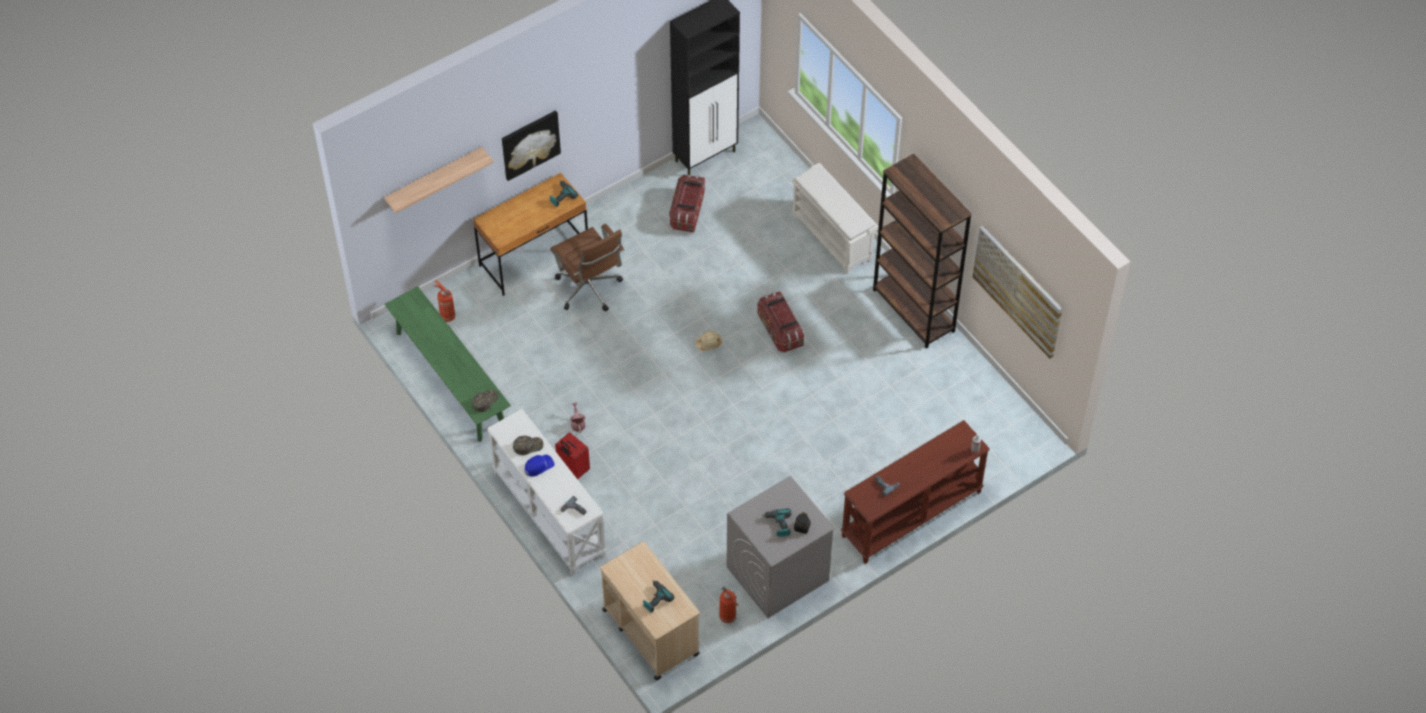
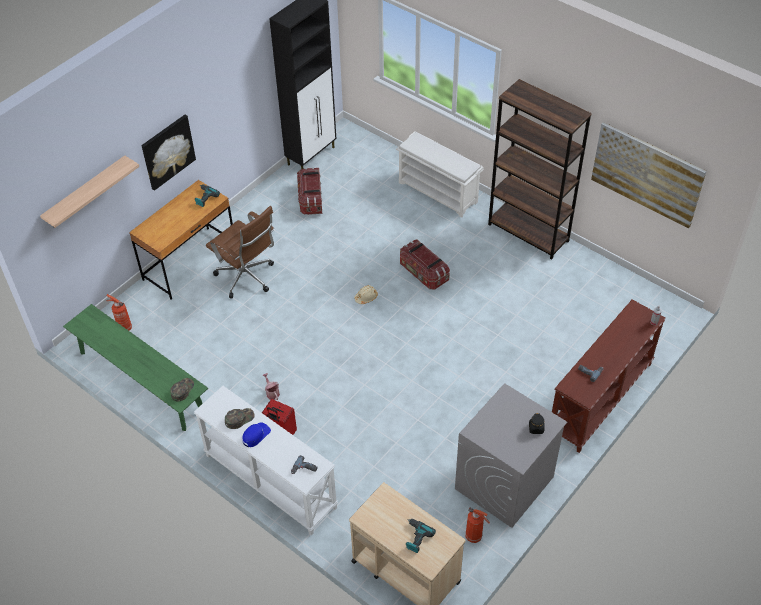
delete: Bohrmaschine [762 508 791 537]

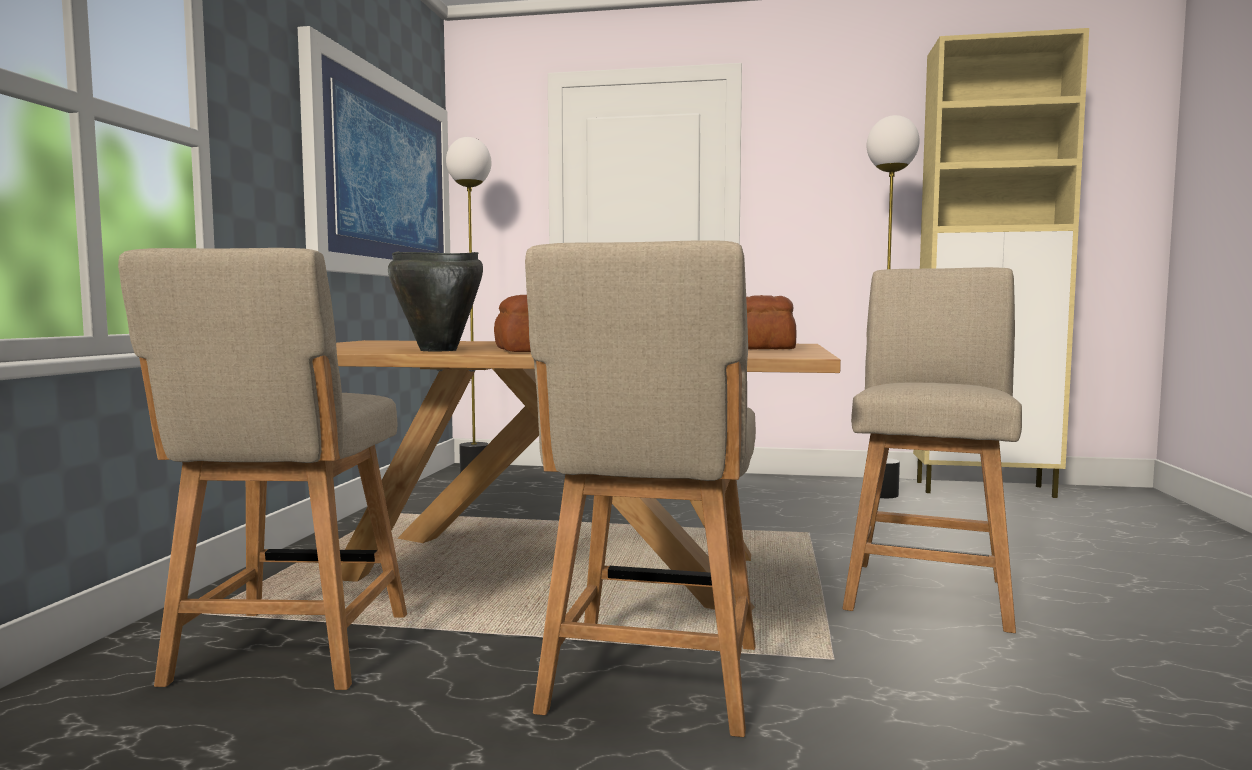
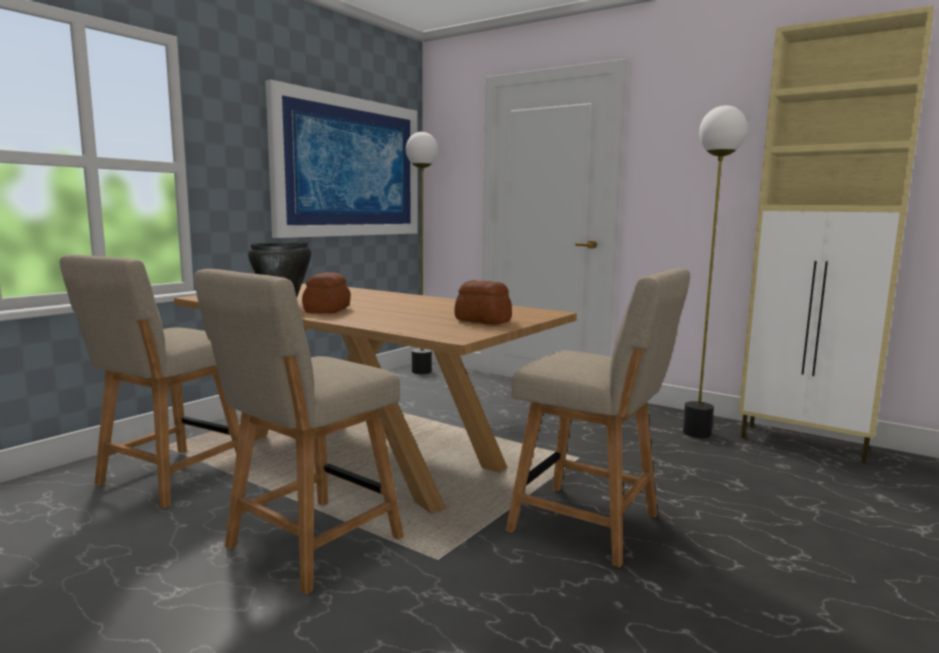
rotate: Stuhl [beige] [843 267 1022 633] = [506 268 690 567] 75 degrees clockwise

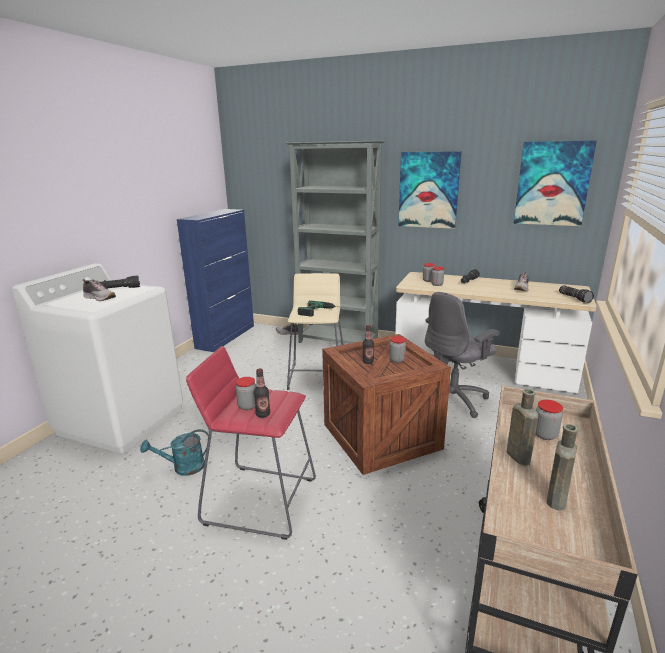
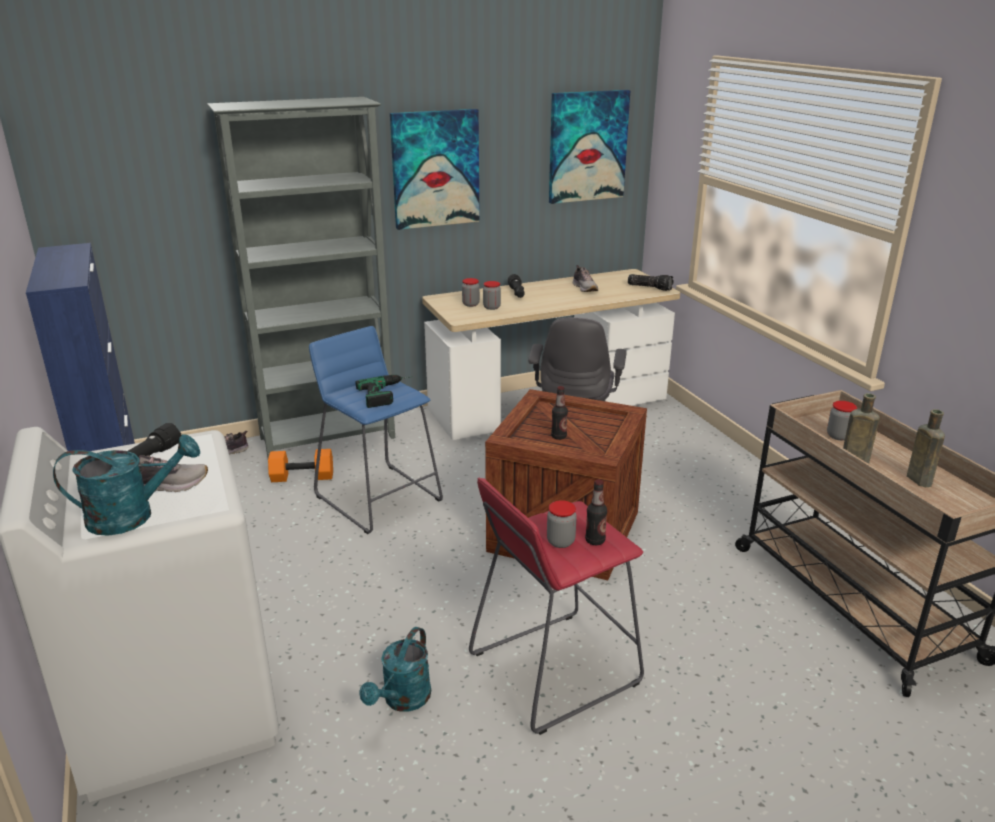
delete: Vorratsglas [389 336 406 363]
insert: Gießkanne [türkis] [53 434 200 536]; Hantel [orange] [268 449 333 482]
recolor: Hocker [beige] [287 273 343 390] to Hocker [blau] [309 326 443 534]

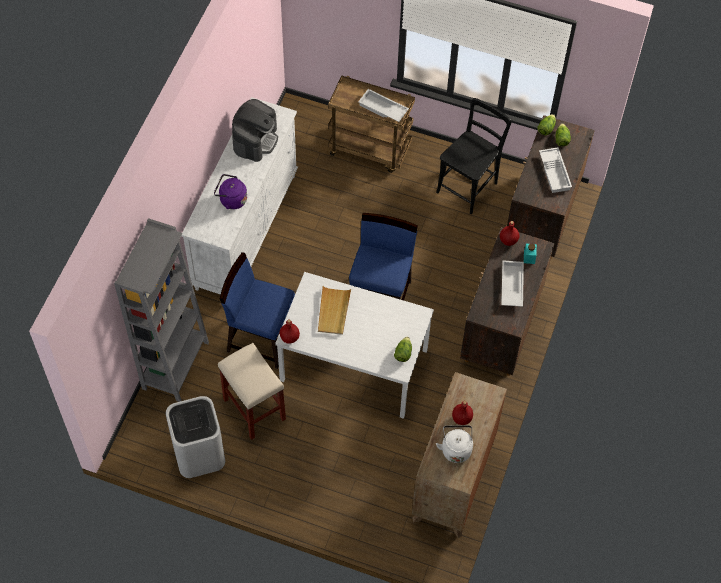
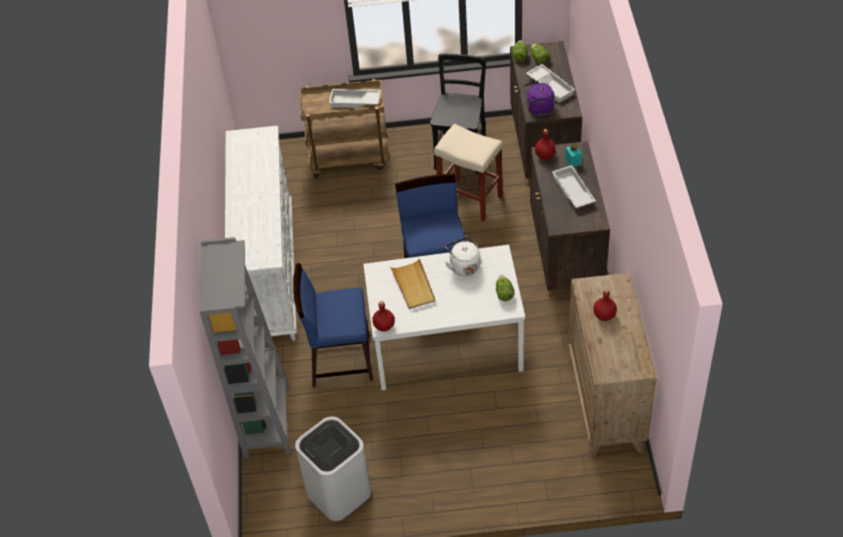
delete: Kaffeemaschine [232 99 278 162]
move: Wasserkessel [lila] [214 174 247 209] to [523 81 555 115]; Hocker [beige] [218 343 286 440] to [434 124 503 222]; Wasserkessel [weiß] [436 425 473 463] to [445 236 481 276]

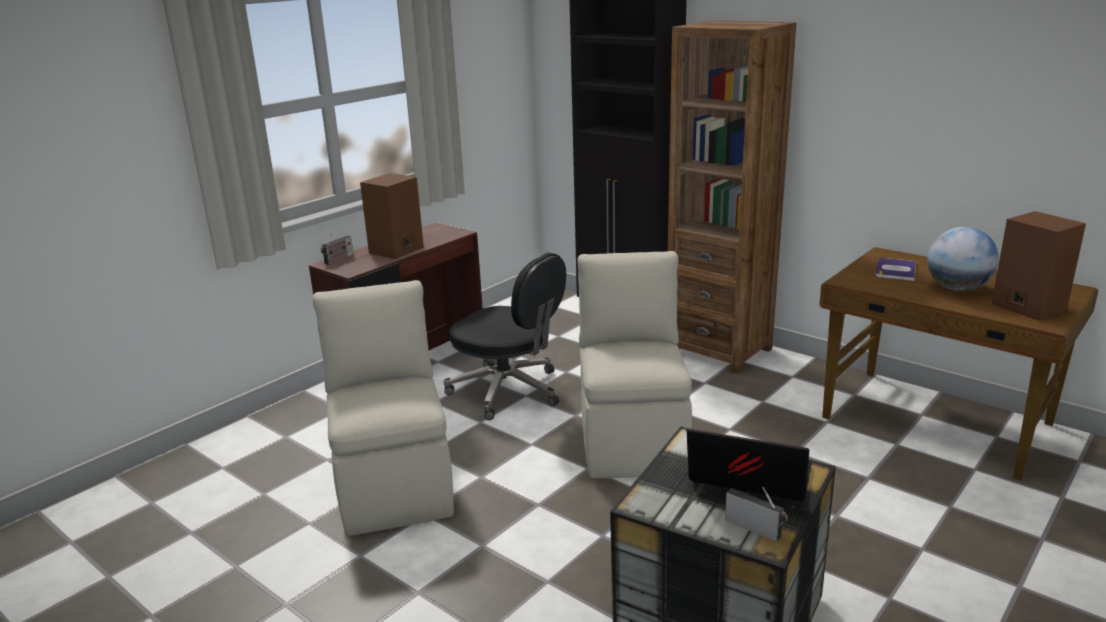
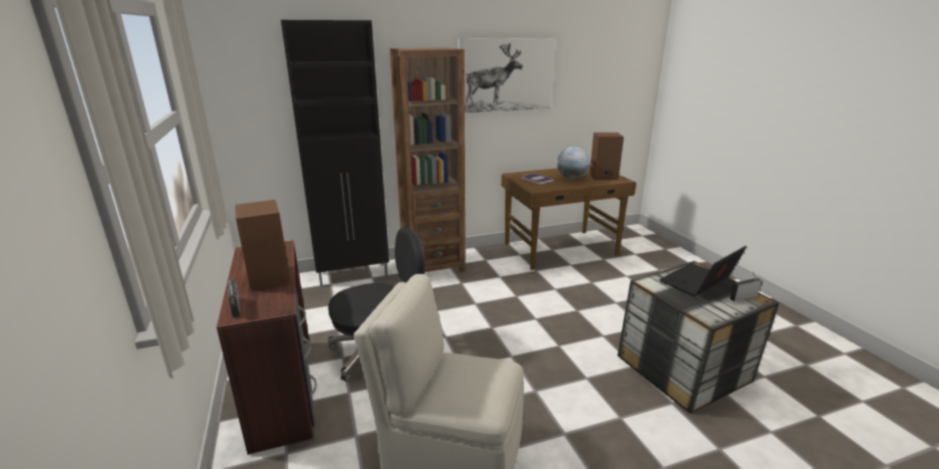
delete: Stuhl [beige] [577 251 692 478]
insert: Bild [458 38 555 113]

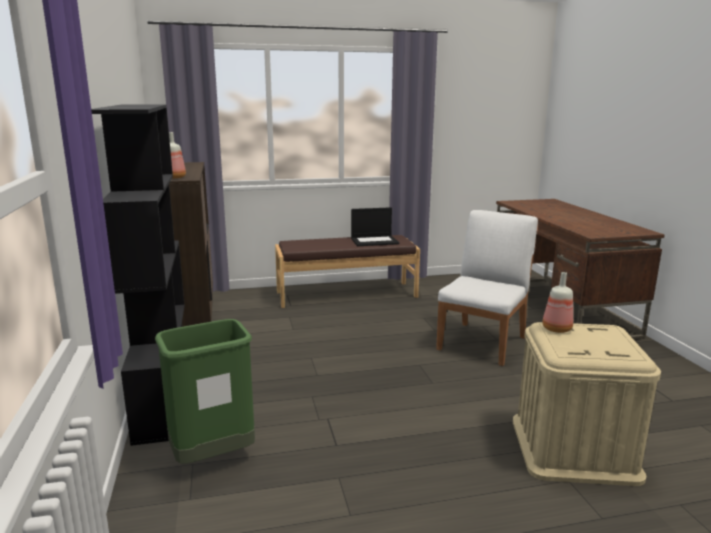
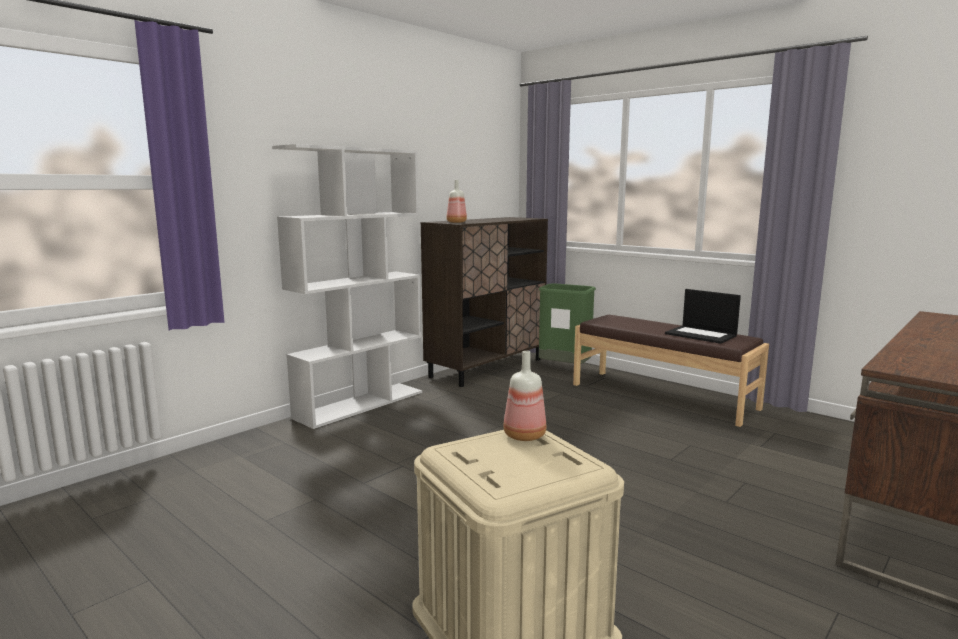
delete: Stuhl [weiß] [436 210 538 366]
move: Mülleimer [grün] [155 319 255 464] to [539 283 596 364]
recolor: Bücherregal [schwarz] [91 105 185 446] to Bücherregal [weiß] [272 144 422 429]

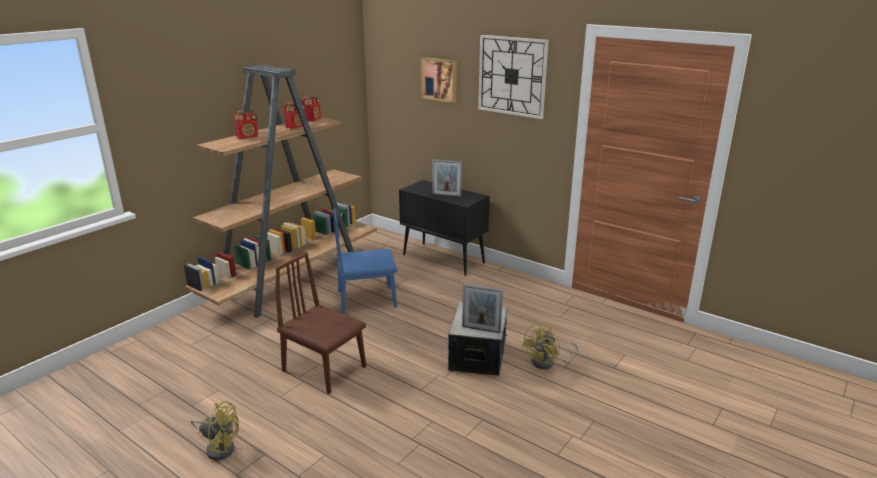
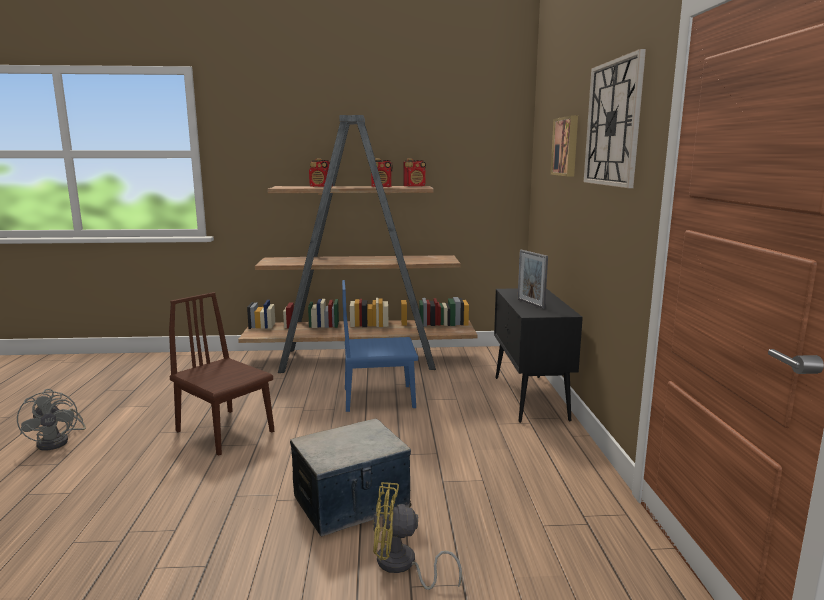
delete: Bilderrahmen [462 284 503 333]
recolor: Ventilator [gelb] [191 401 239 461] to Ventilator [grau] [17 389 86 451]
rotate: Stuhl [braun] [275 253 366 394] = [169 292 274 455] 45 degrees counterclockwise; Stuhl [blau] [333 208 397 313] = [342 280 418 412] 45 degrees counterclockwise

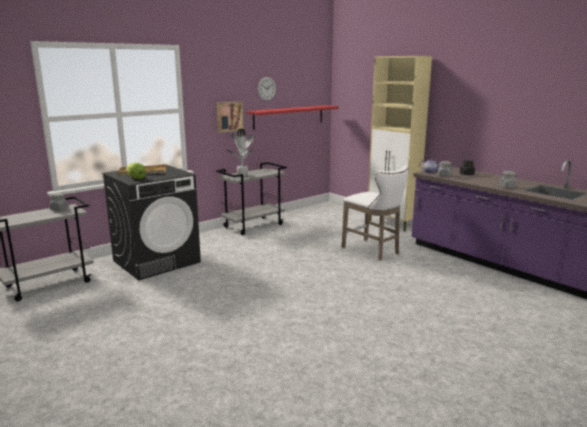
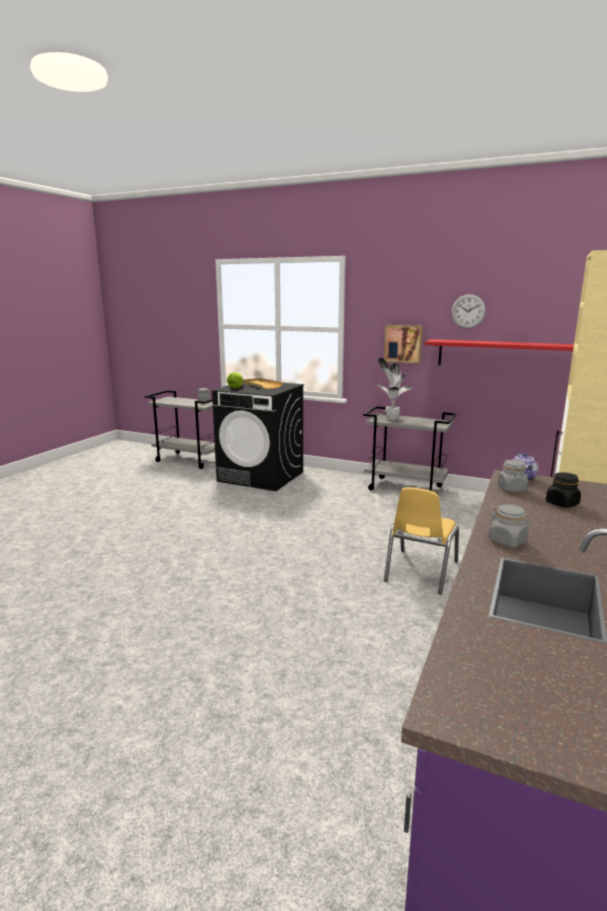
replace: Hocker [weiß] [342 166 409 260] to Stuhl [gelb] [384 487 459 594]

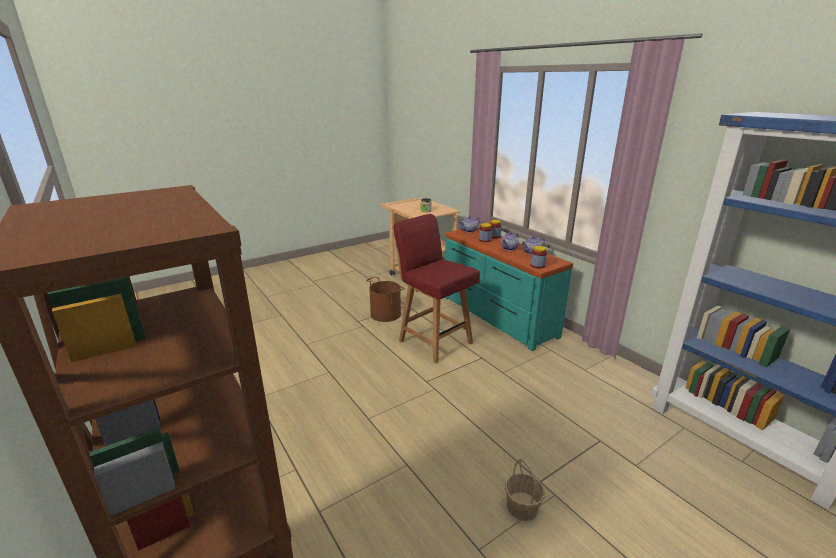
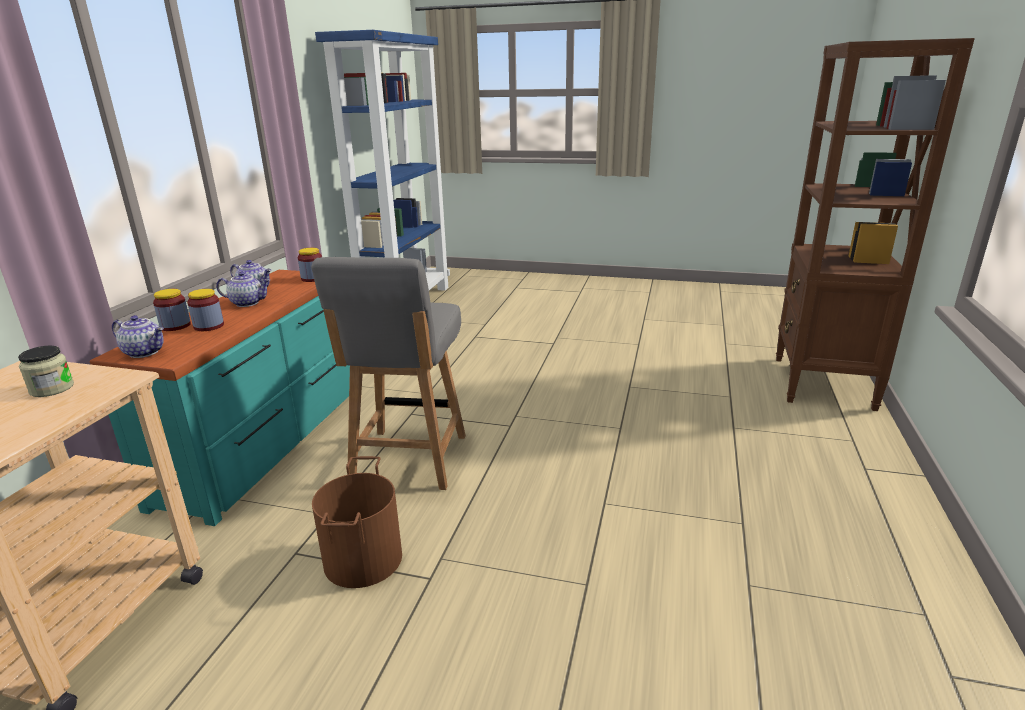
delete: Korb [505 459 545 521]
recolor: Stuhl [rot] [393 214 480 364] to Stuhl [grau] [311 257 466 490]

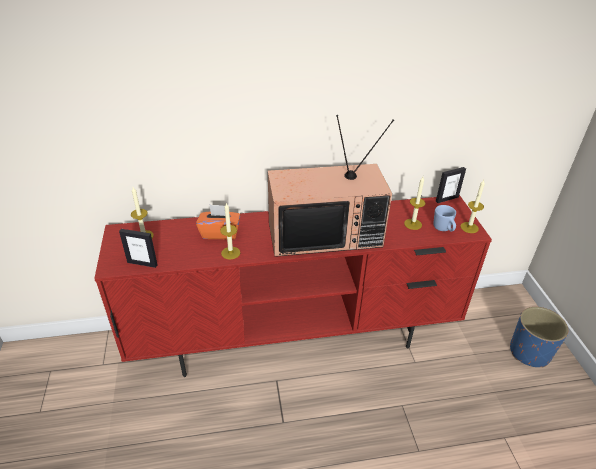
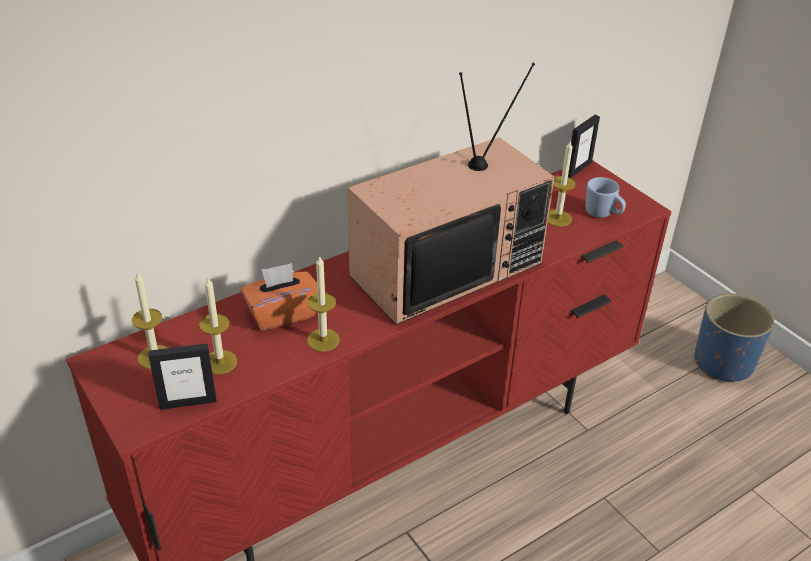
move: Kerze [460 180 485 233] to [199 276 237 374]

